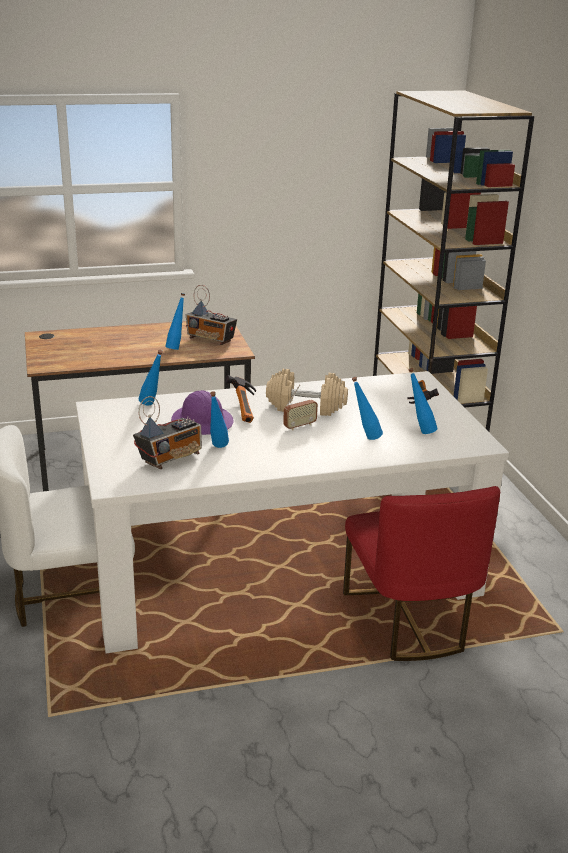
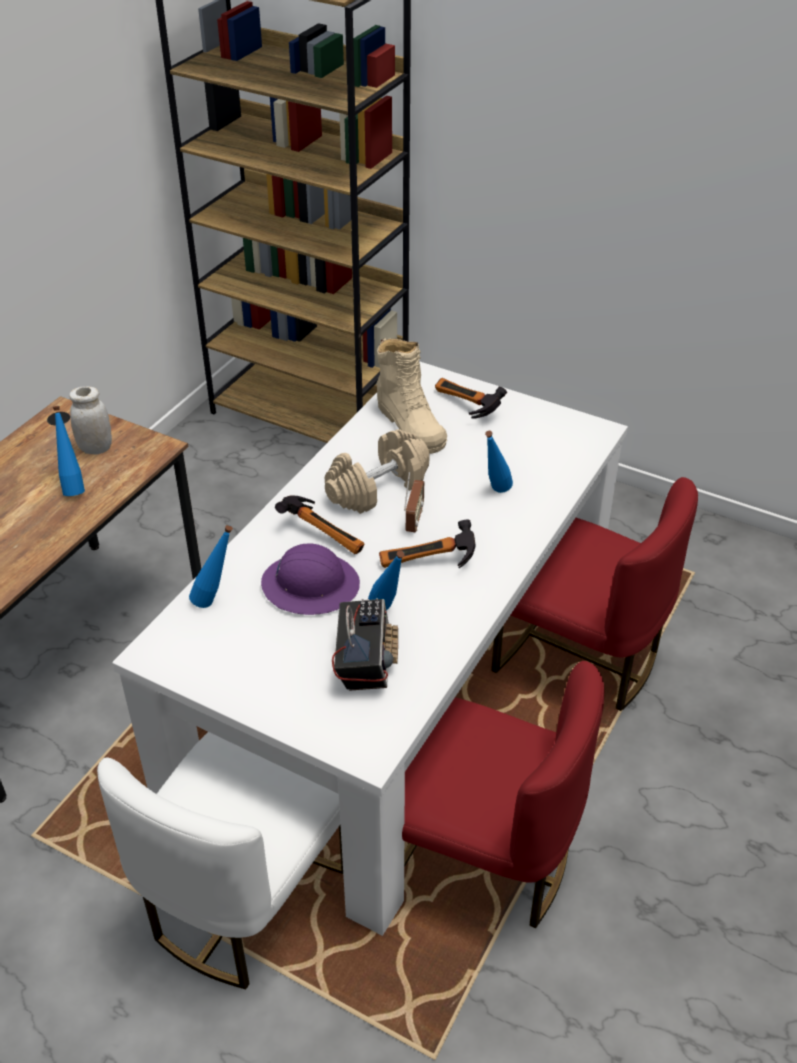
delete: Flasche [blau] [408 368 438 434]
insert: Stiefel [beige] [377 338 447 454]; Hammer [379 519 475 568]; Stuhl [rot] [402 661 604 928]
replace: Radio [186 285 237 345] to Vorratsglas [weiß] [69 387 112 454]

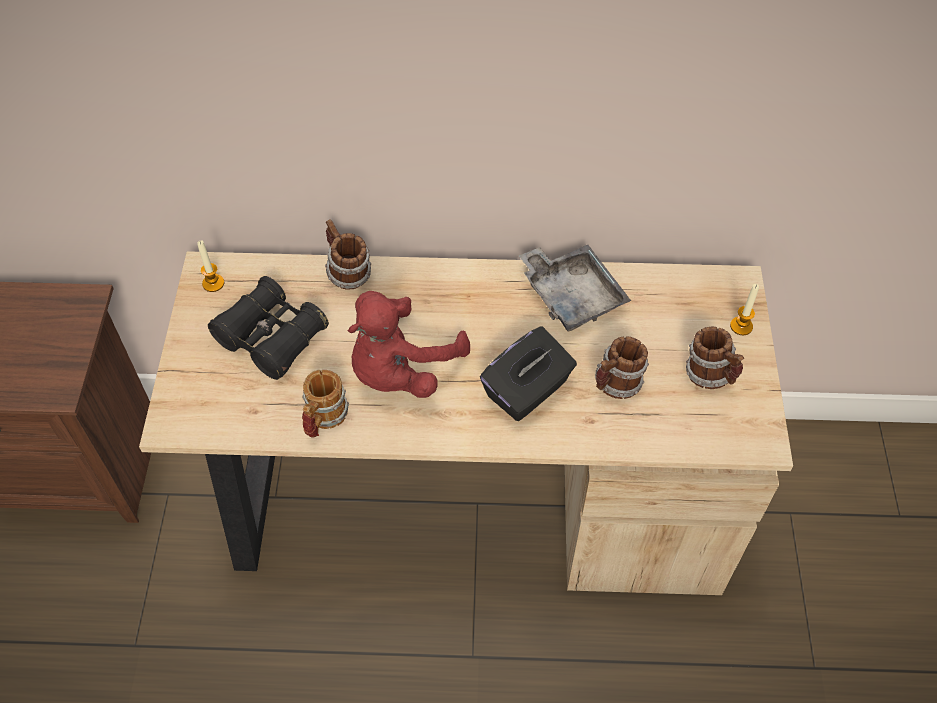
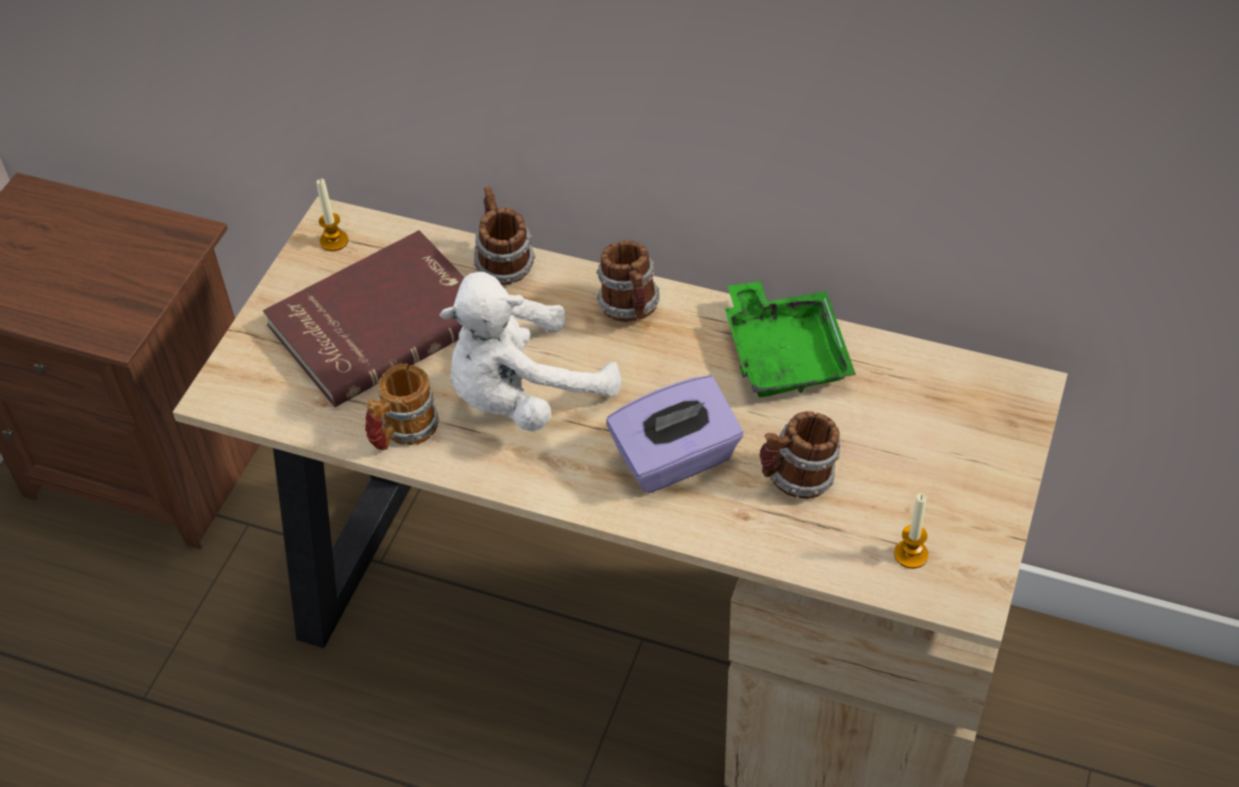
move: Henkelbecher [686 326 744 389] to [596 241 659 322]; Kerze [730 284 759 335] to [894 493 928 569]
replace: Fernglas [schwarz] [208 276 329 380] to Buch [rot] [263 230 465 407]
recolor: Plüschtier [rot] [348 291 470 398] to Plüschtier [weiß] [440 272 622 432]; Taschentuchbox [schwarz] [480 326 577 421] to Taschentuchbox [lila] [606 376 743 493]; Tablett [grau] [519 245 631 332] to Tablett [grün] [725 281 856 397]

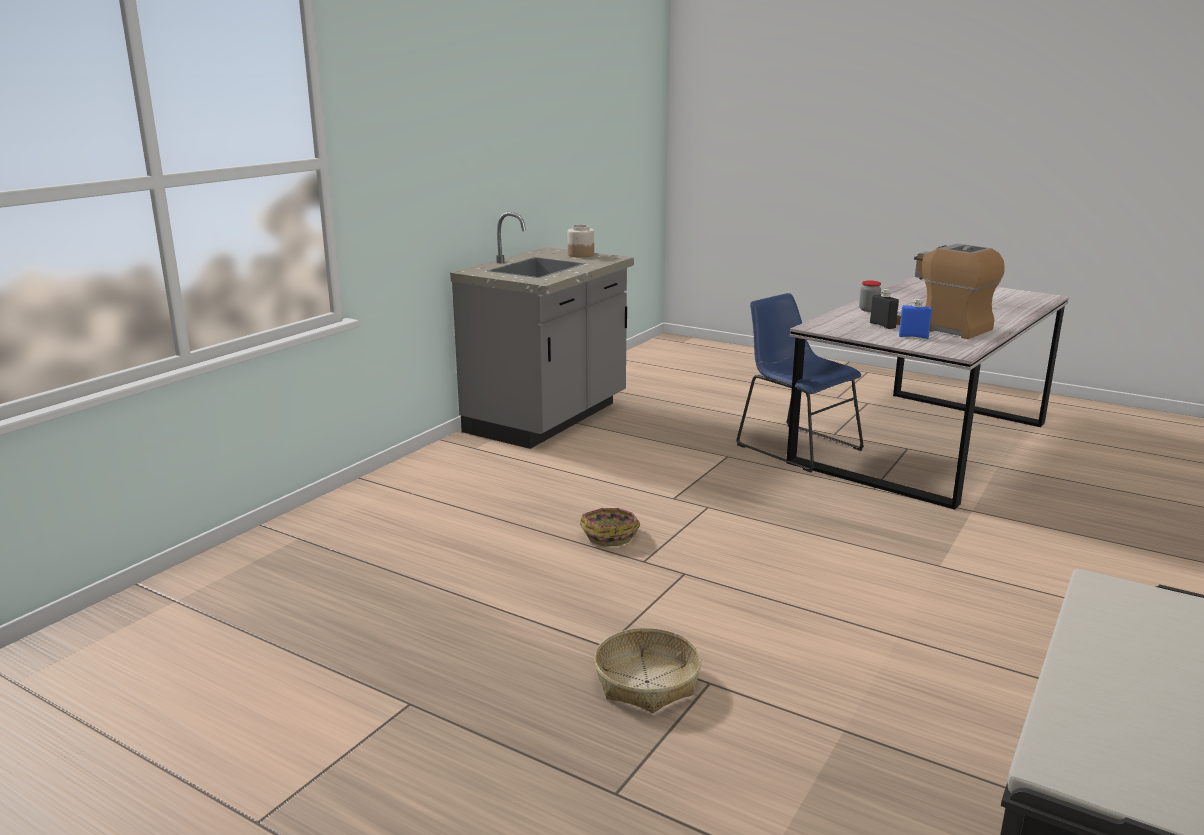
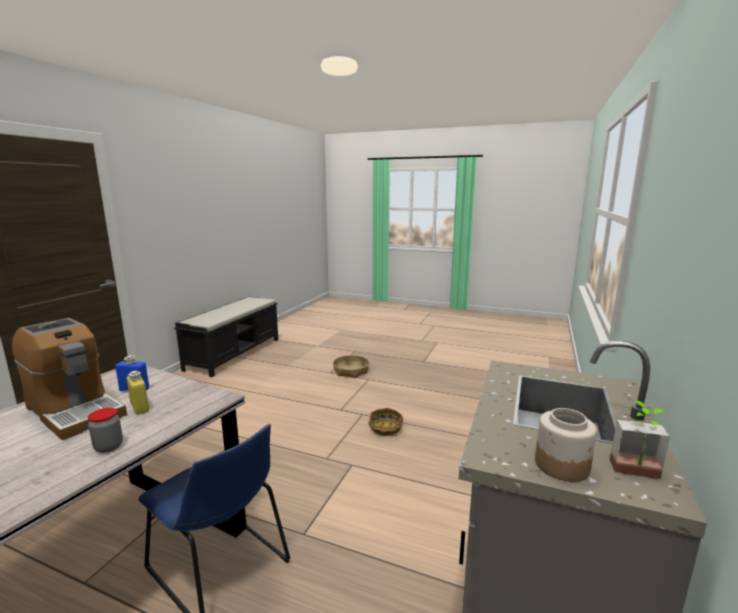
insert: Topfpflanze [610 401 670 479]
recolor: Flasche [schwarz] [870 289 899 329] to Flasche [gelb] [126 371 149 415]

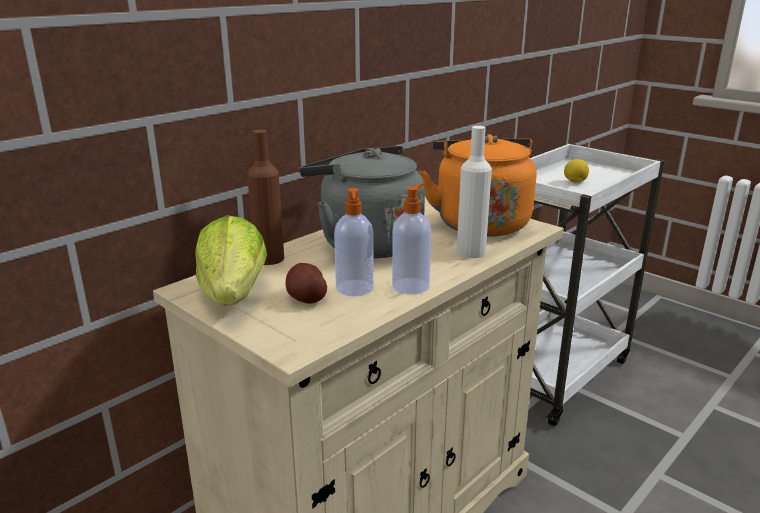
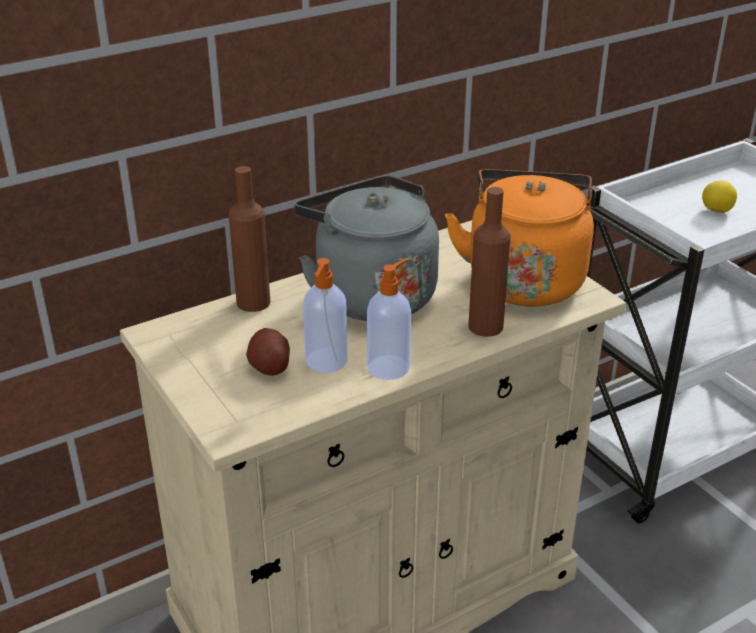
delete: Salatkopf [195 215 267 306]
recolor: Flasche [weiß] [457 126 492 258] to Flasche [braun] [468 187 511 337]

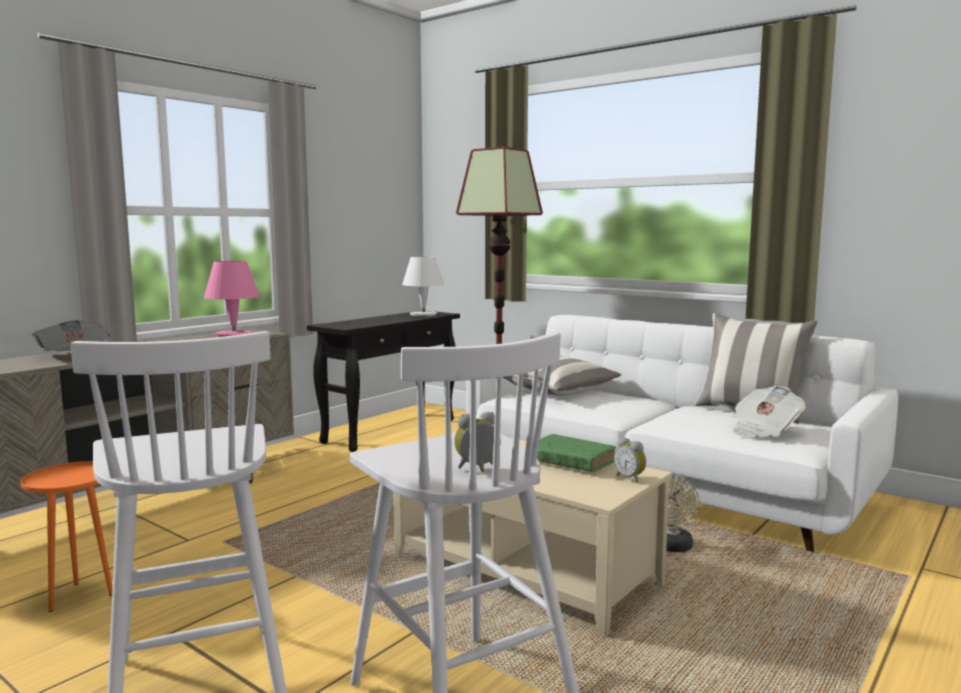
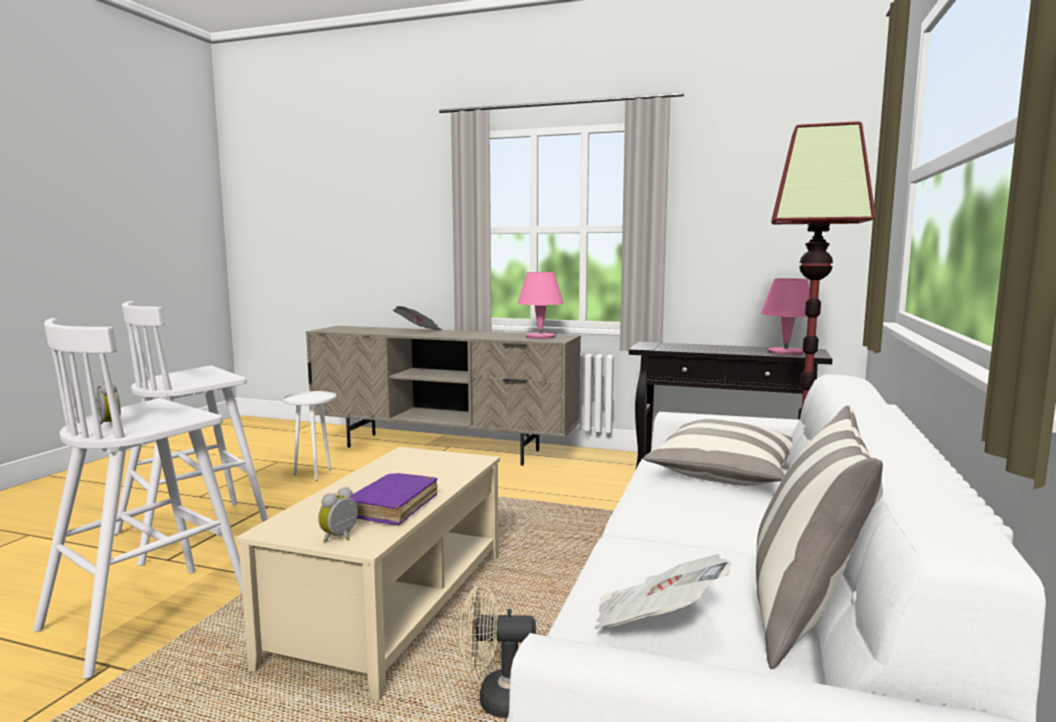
recolor: Beistelltisch [orange] [20 461 113 612] to Beistelltisch [weiß] [283 391 336 481]; Tischlampe [weiß] [402 256 444 317] to Tischlampe [rosa] [760 278 810 355]; Buch [grün] [537 434 616 472] to Buch [lila] [349 473 438 525]

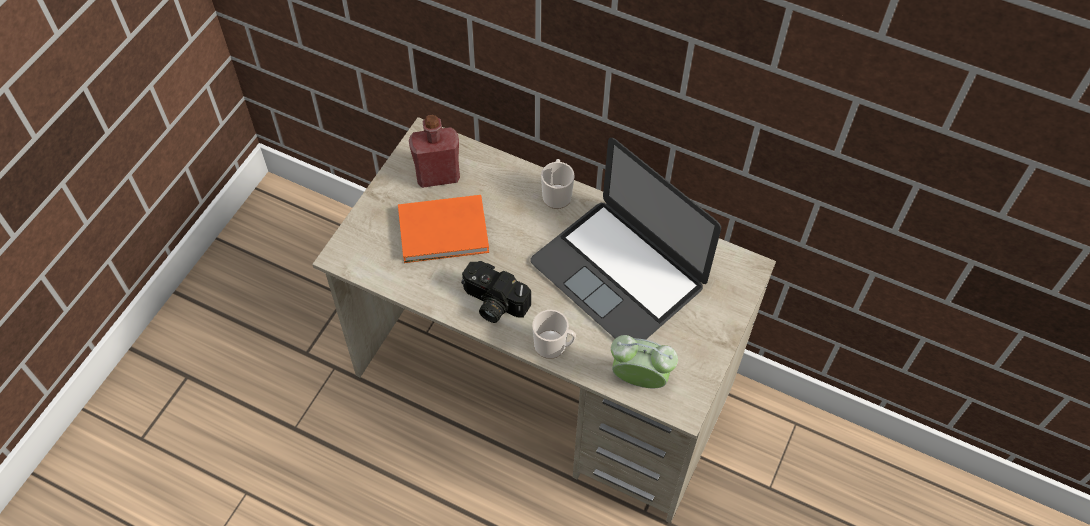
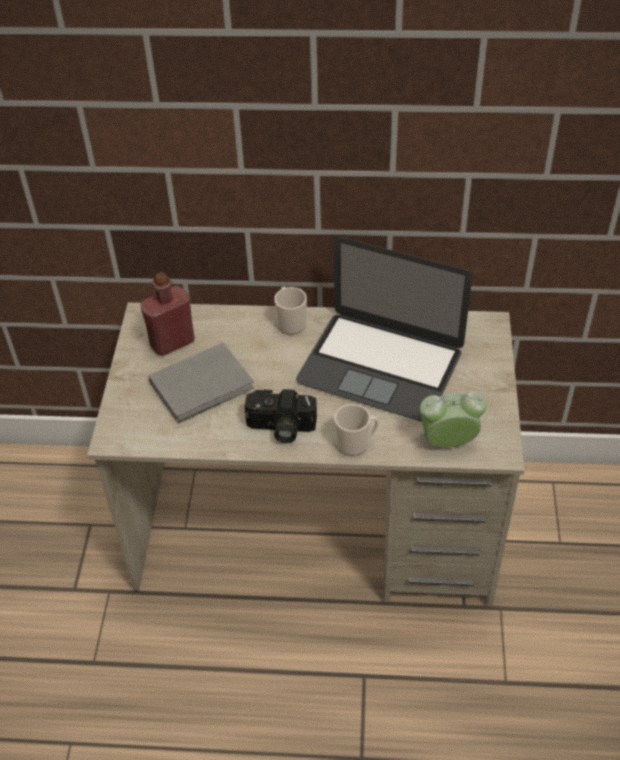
recolor: Buch [orange] [398 195 489 263] to Buch [grau] [148 342 254 424]

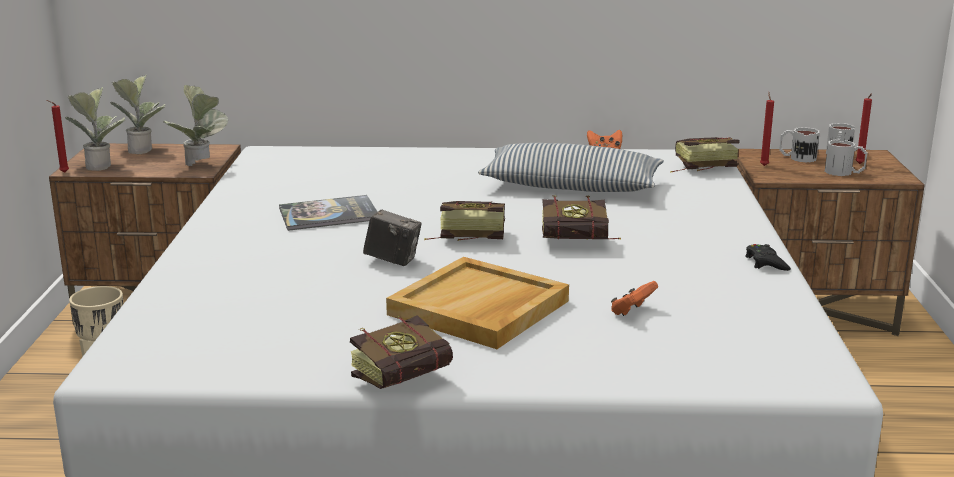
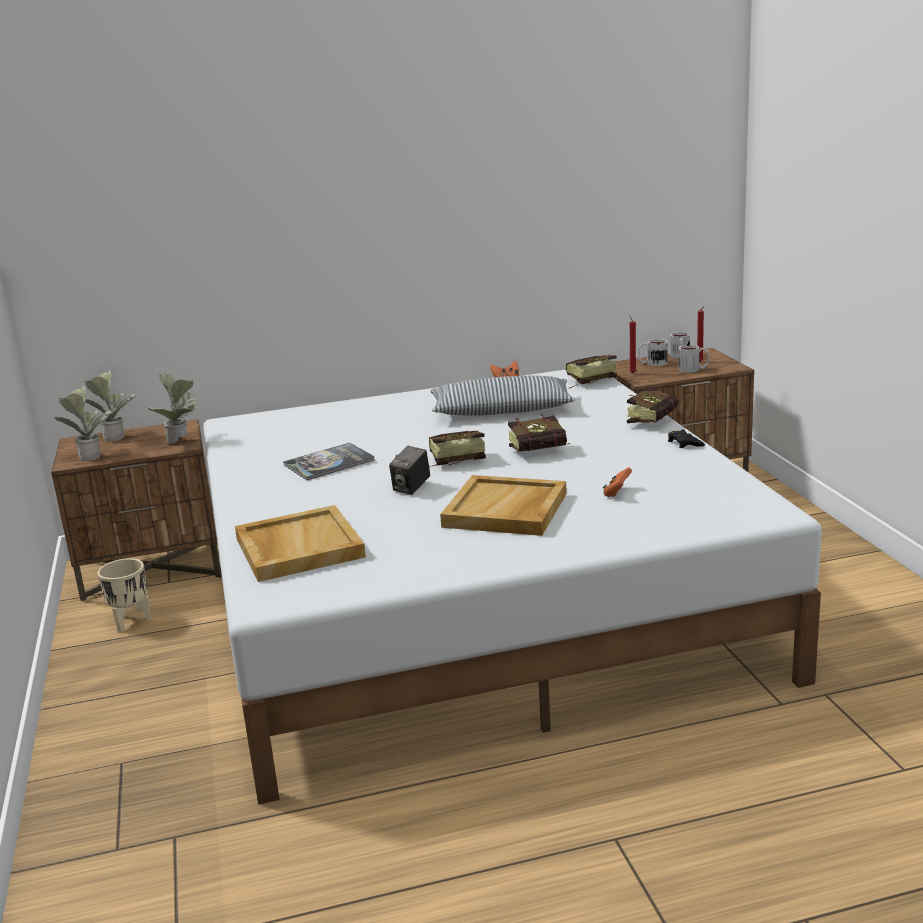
delete: Kerze [rot] [46 100 69 173]
insert: Tablett [beige] [235 505 366 582]
move: Buch [350 315 453 389] to [627 387 678 423]
rotate: Kamera [363 209 421 266] = [389 446 430 495] 120 degrees clockwise

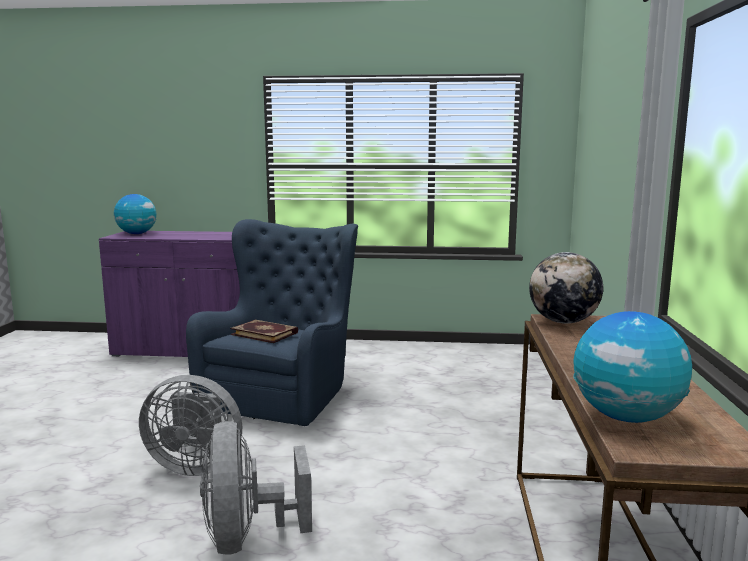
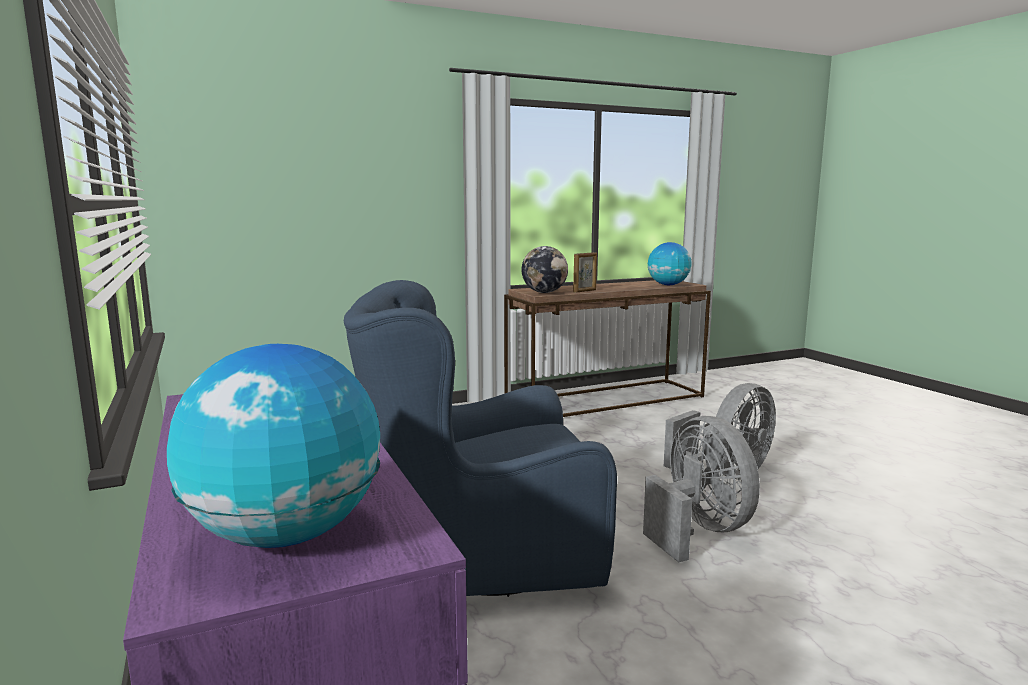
delete: Buch [230 320 298 343]
insert: Bilderrahmen [573 252 597 293]

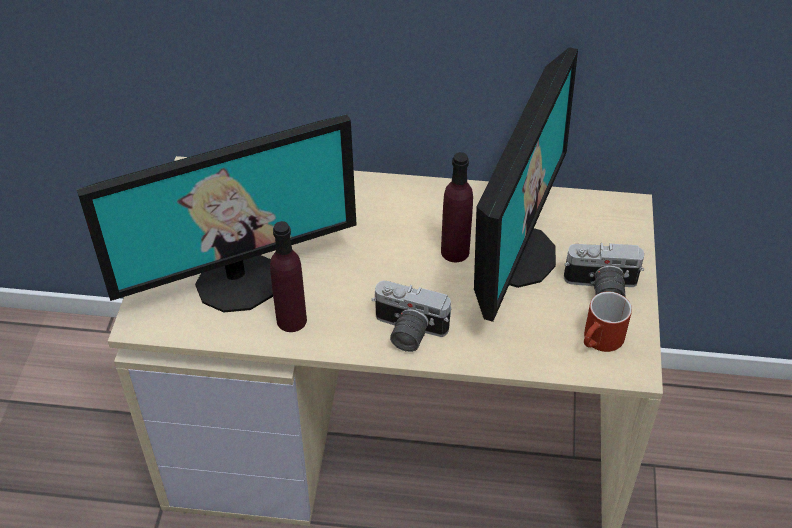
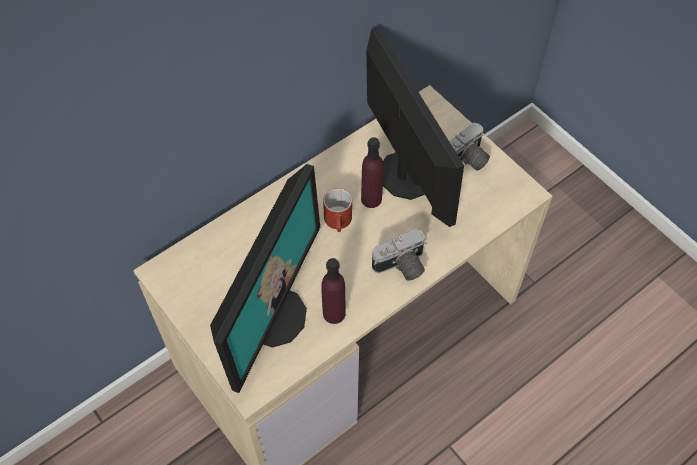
move: Henkelbecher [rot] [584 292 632 352] to [323 188 352 232]

